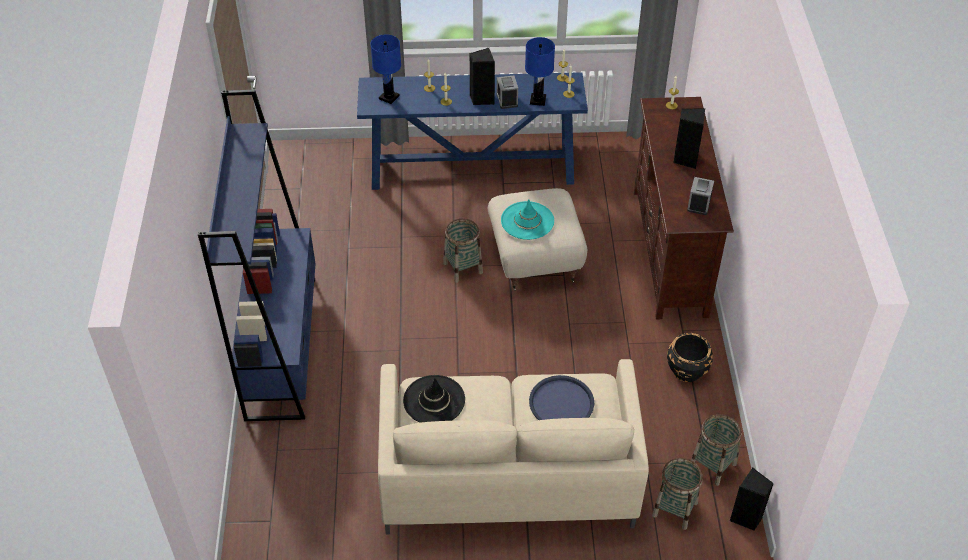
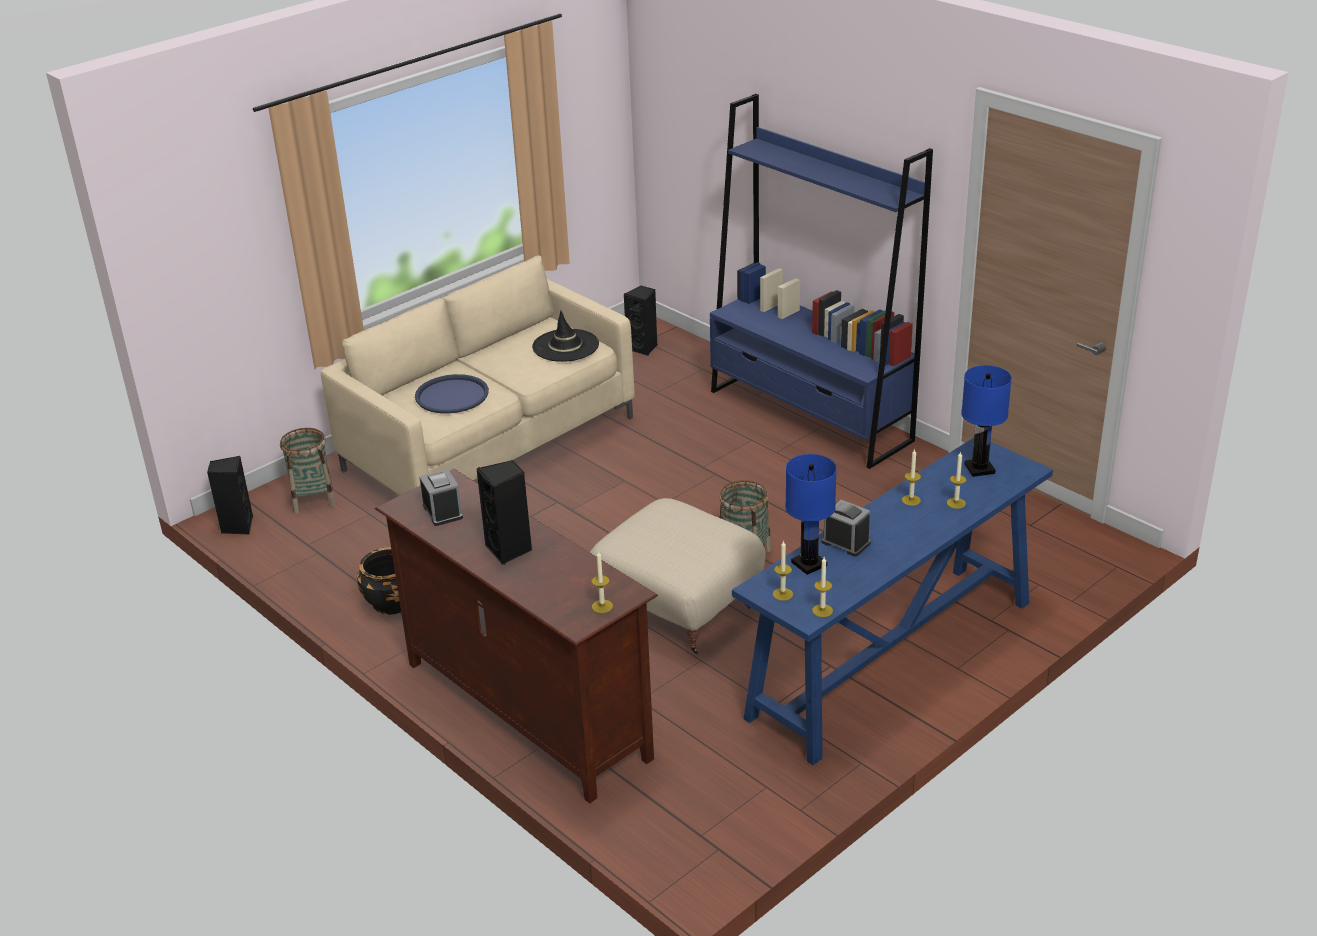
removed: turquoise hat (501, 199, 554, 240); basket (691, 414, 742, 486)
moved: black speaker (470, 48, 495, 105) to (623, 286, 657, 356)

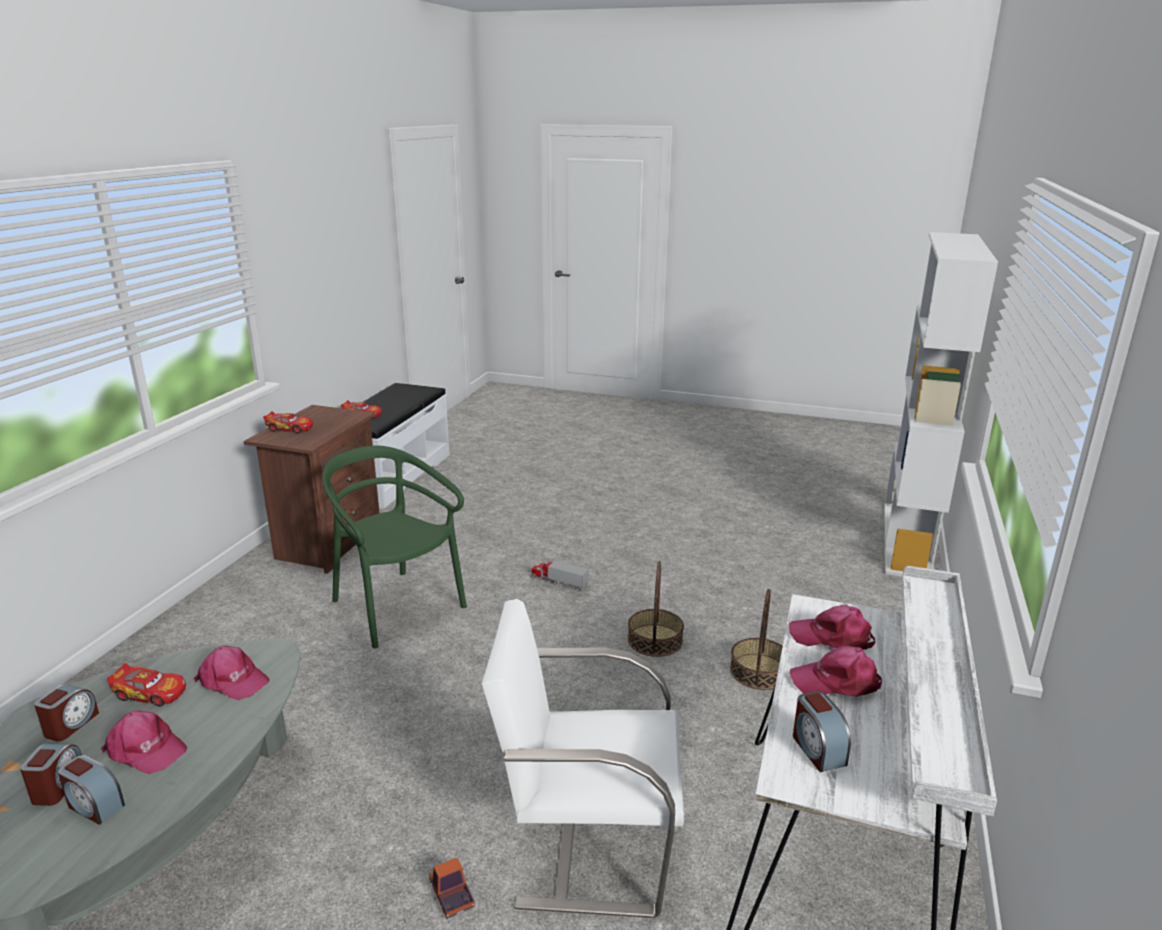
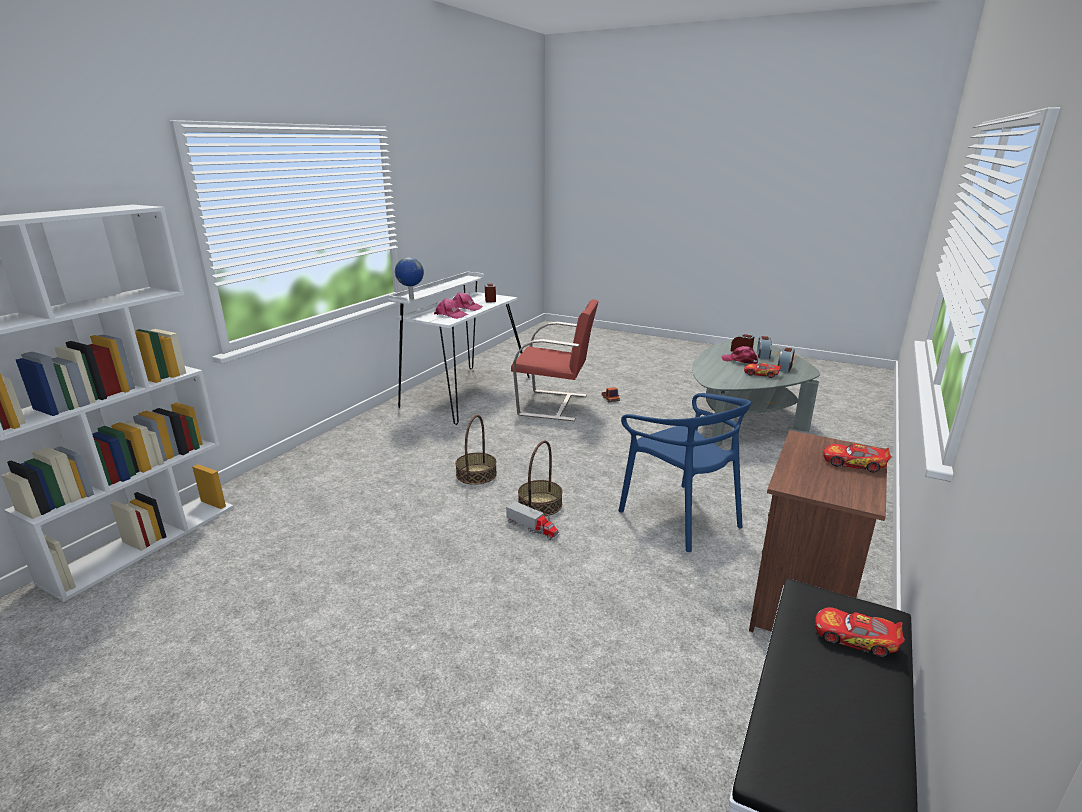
removed: pink cap (194, 645, 270, 700)
added: globe (395, 257, 424, 300)
moved: basket (730, 589, 782, 690) to (518, 441, 563, 516)
recoloured: green chair (322, 446, 467, 649) to blue chair (618, 393, 751, 552); white chair (482, 599, 684, 918) to red chair (511, 299, 599, 421)

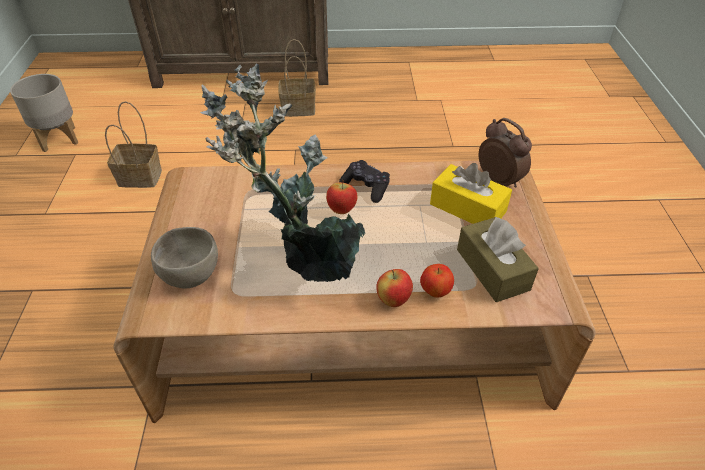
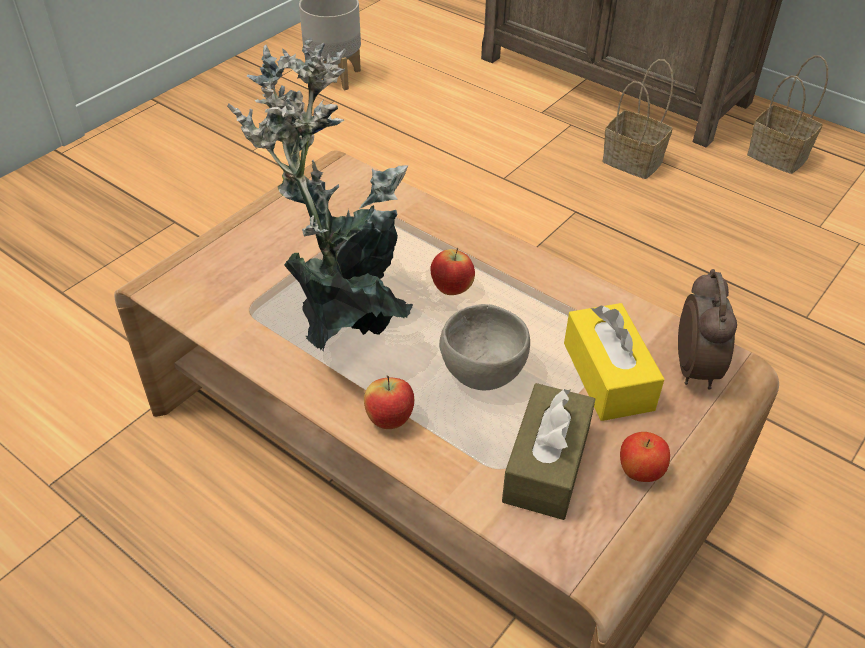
removed: black game controller (339, 160, 390, 203)
moved: basket (105, 101, 162, 188) to (747, 55, 828, 174); grey bowl (151, 227, 218, 289) to (439, 304, 530, 391); apple (420, 264, 454, 297) to (620, 432, 670, 482)

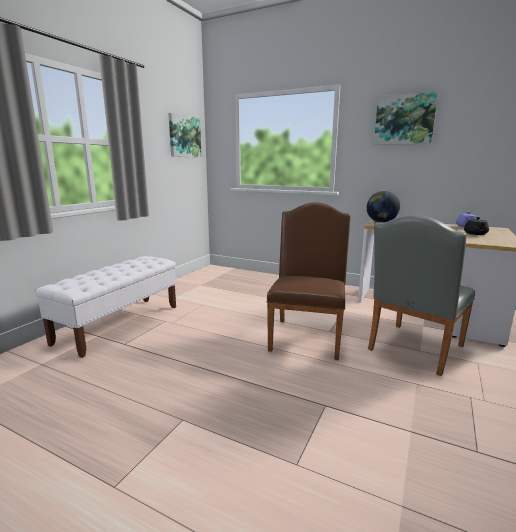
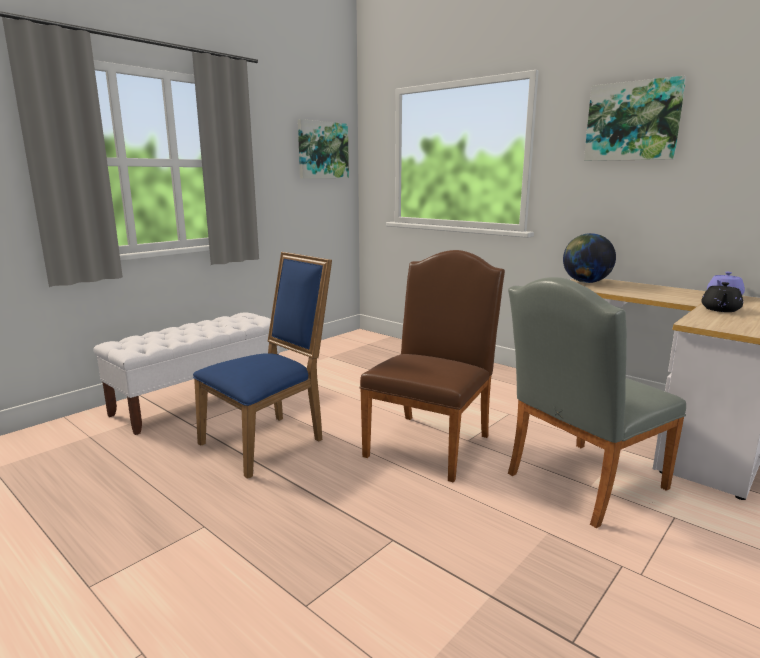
added: blue chair (193, 252, 332, 479)

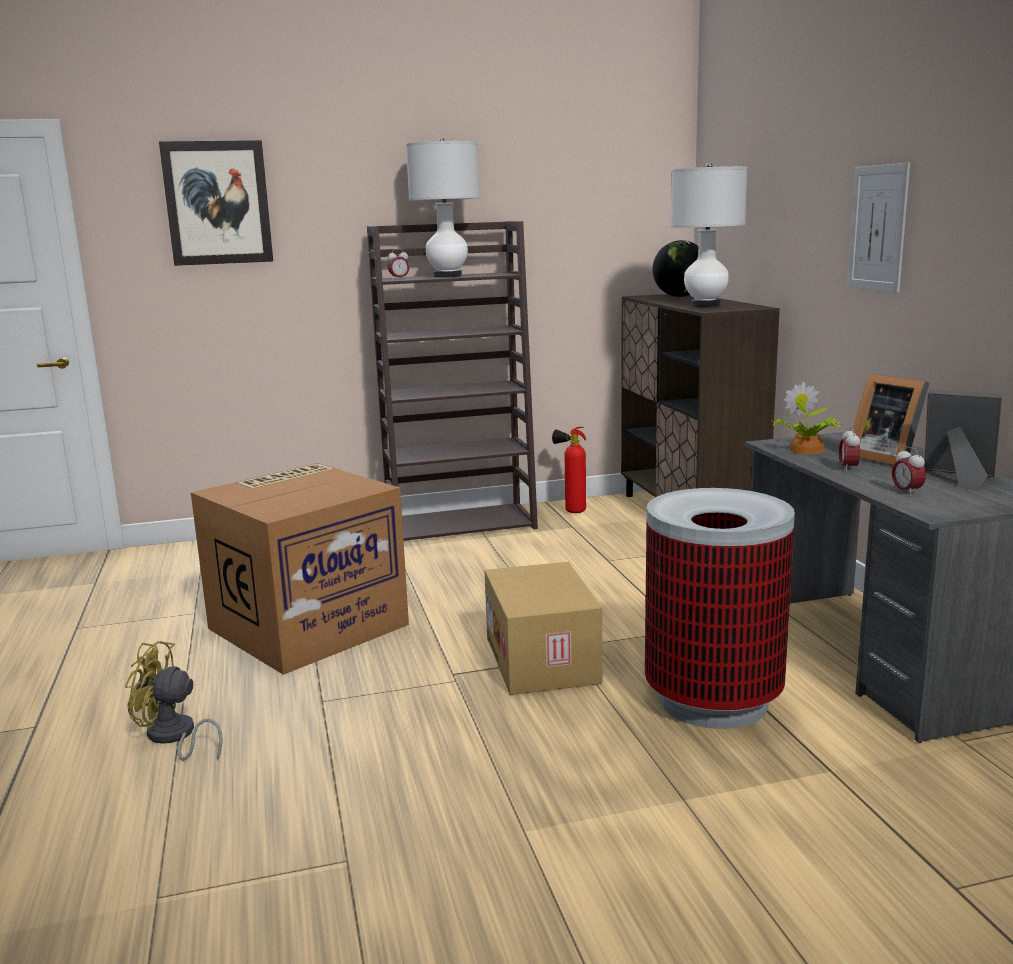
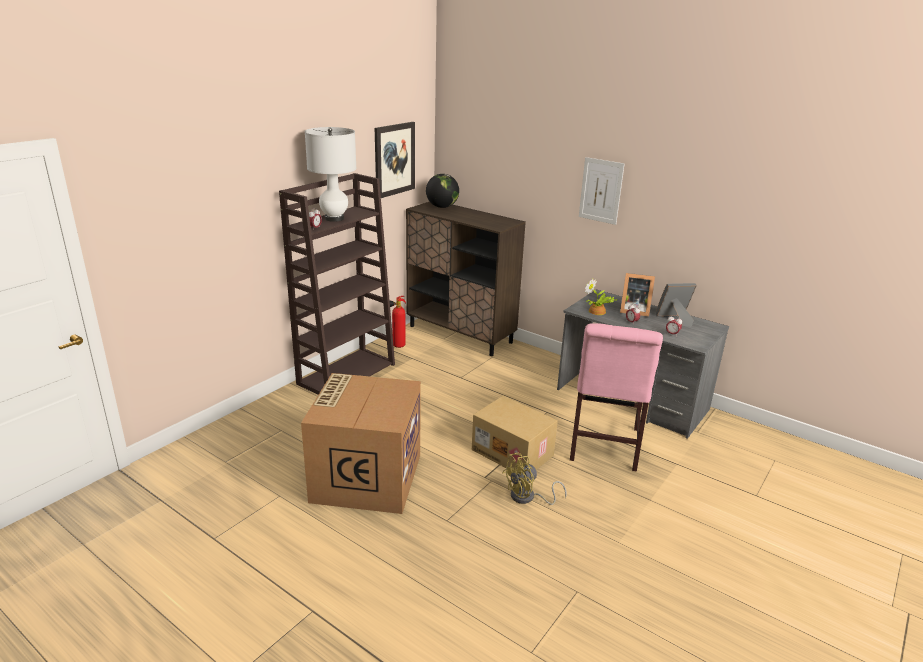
removed: white table lamp (670, 163, 747, 307)
moved: picture (159, 140, 273, 266) to (375, 122, 415, 198); yellow fan (125, 641, 223, 760) to (502, 453, 566, 505)
replaced: trash can (645, 488, 795, 729) to pink chair (570, 323, 663, 472)

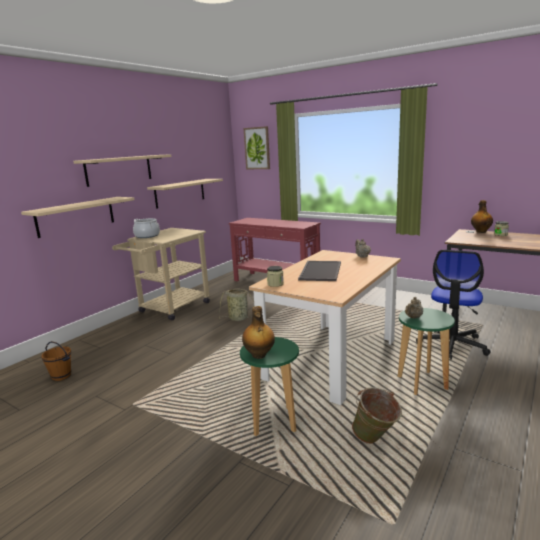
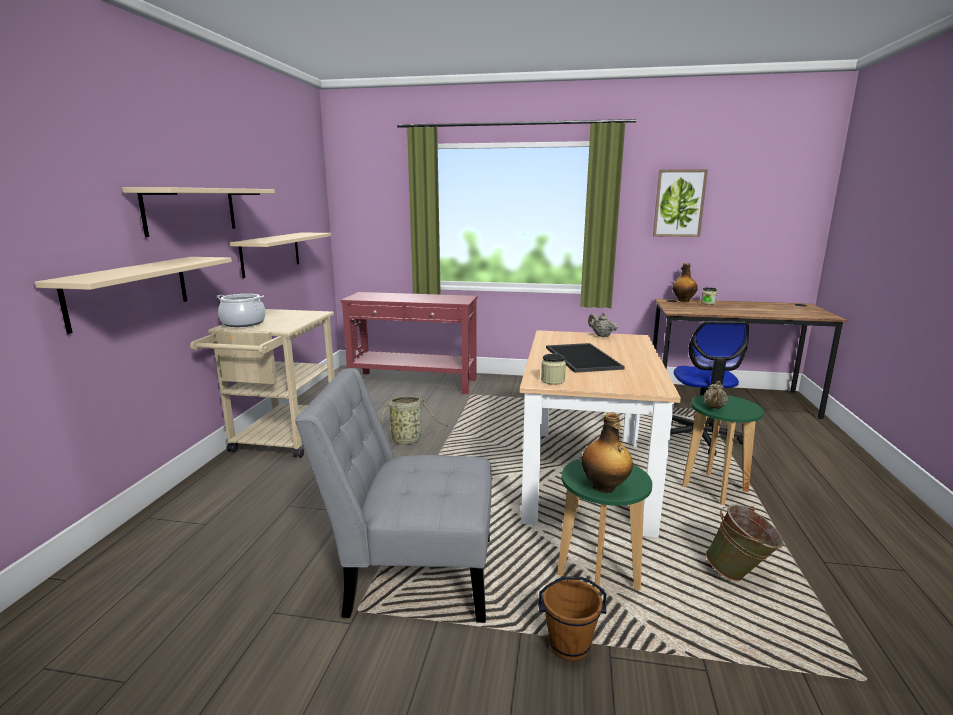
added: grey chair (295, 368, 492, 623)
moved: picture (244, 126, 270, 169) to (653, 169, 708, 237); brown bucket (41, 341, 71, 381) to (538, 576, 607, 661)

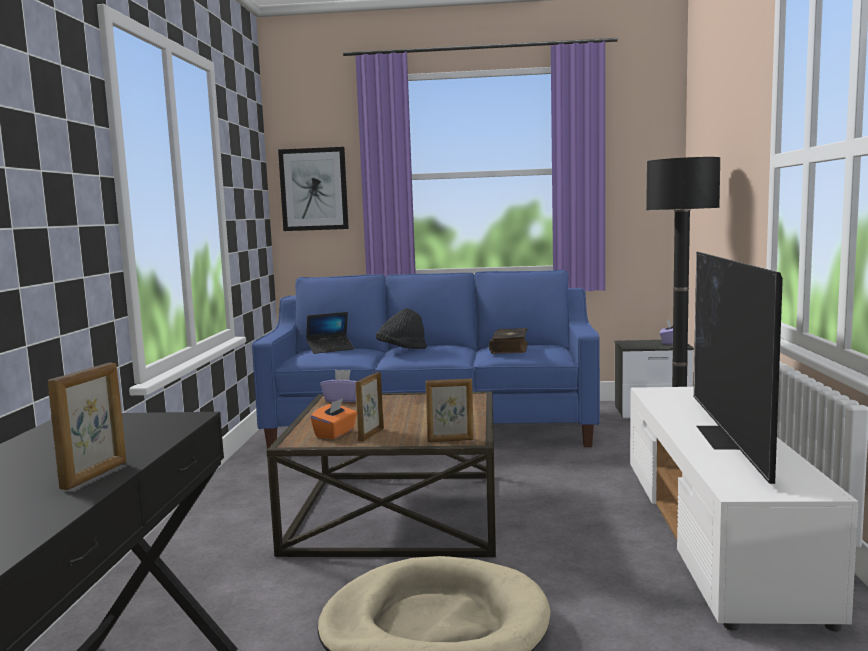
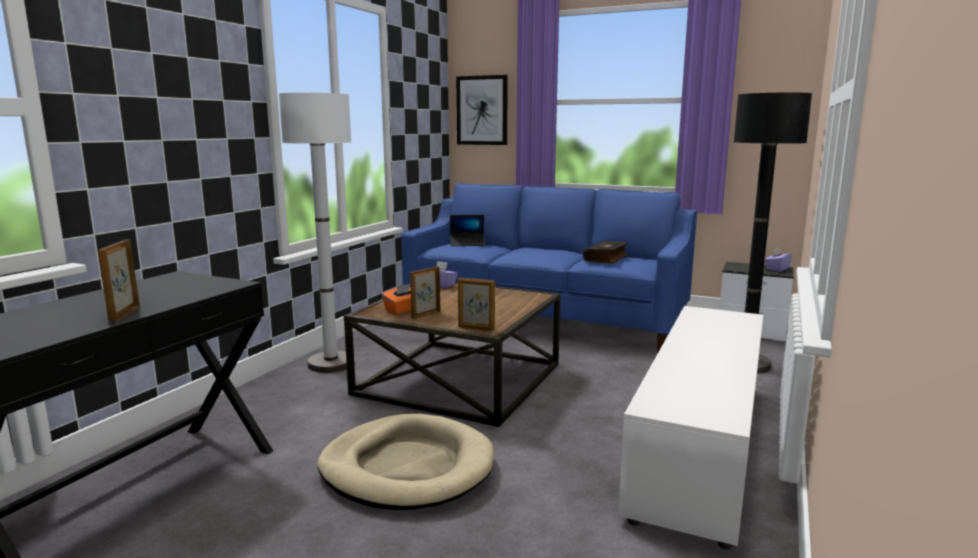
removed: television (694, 252, 783, 484); black hat (376, 309, 427, 349)
added: white floor lamp (279, 93, 355, 373)
turned: picture frame (48, 363, 126, 490) = (98, 240, 140, 322) 135 degrees clockwise

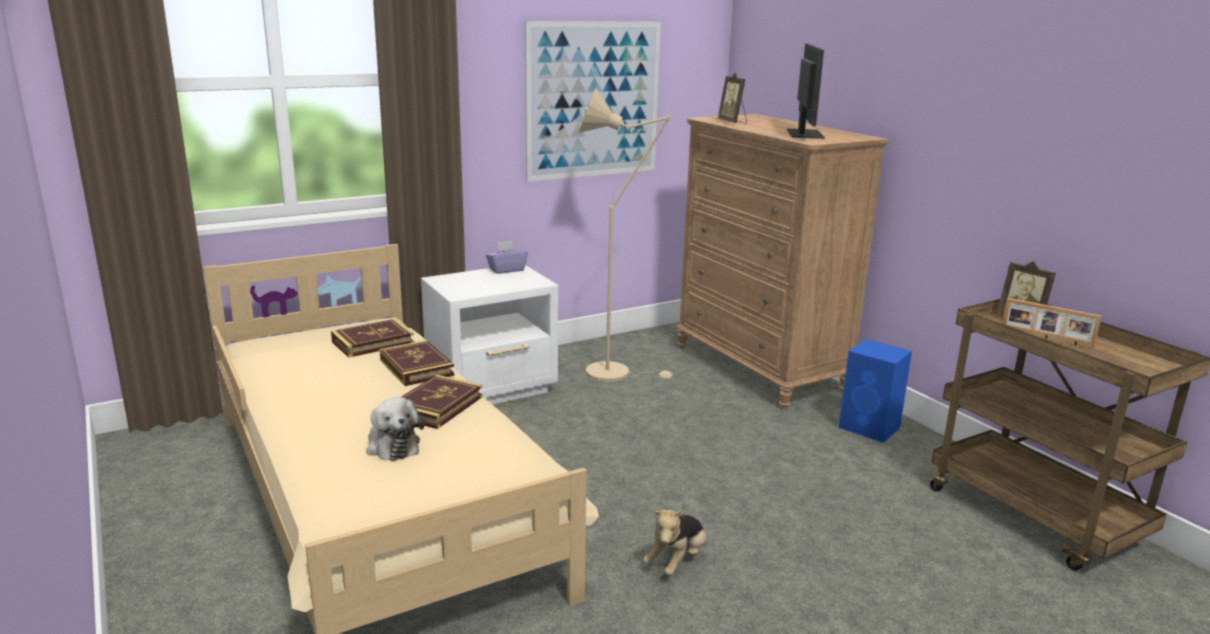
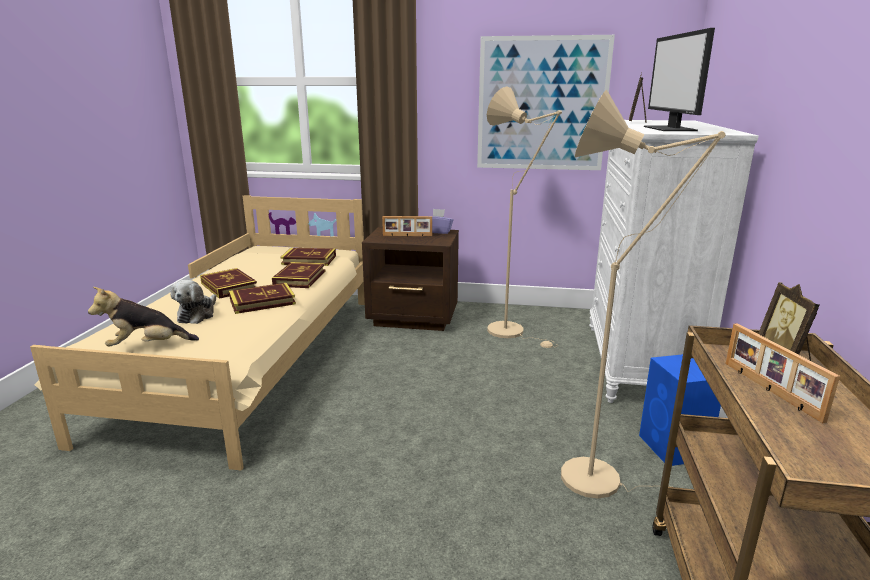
added: beige floor lamp (561, 90, 726, 499); picture frame (382, 216, 432, 236); book (200, 268, 257, 299)
moved: plush toy (643, 508, 707, 576) to (88, 287, 199, 347)
recoloured: brown dresser (677, 114, 889, 410) to white dresser (589, 120, 759, 403); white nightstand (421, 265, 558, 405) to brown nightstand (362, 227, 459, 331)
turned: monitor (787, 43, 825, 139) = (644, 28, 715, 131) 135 degrees clockwise

